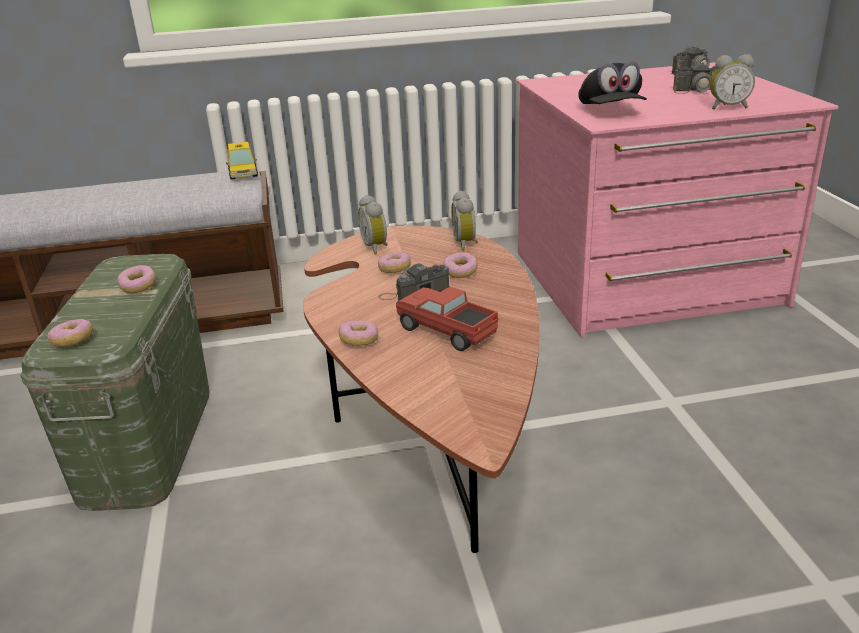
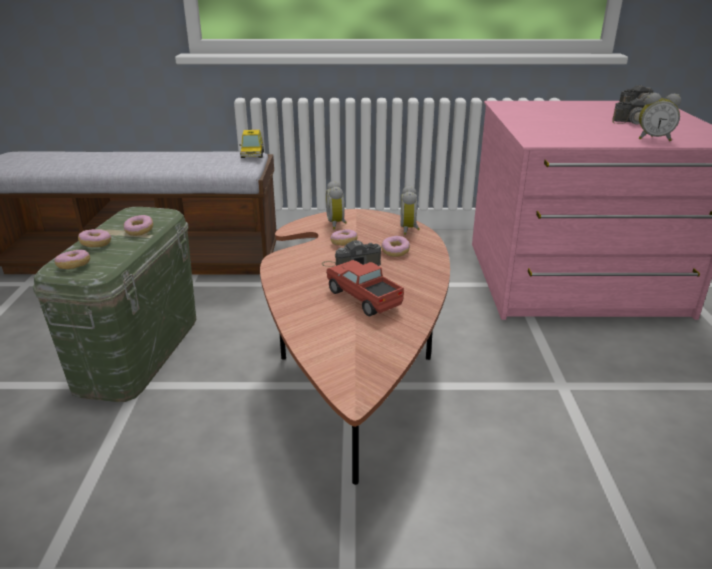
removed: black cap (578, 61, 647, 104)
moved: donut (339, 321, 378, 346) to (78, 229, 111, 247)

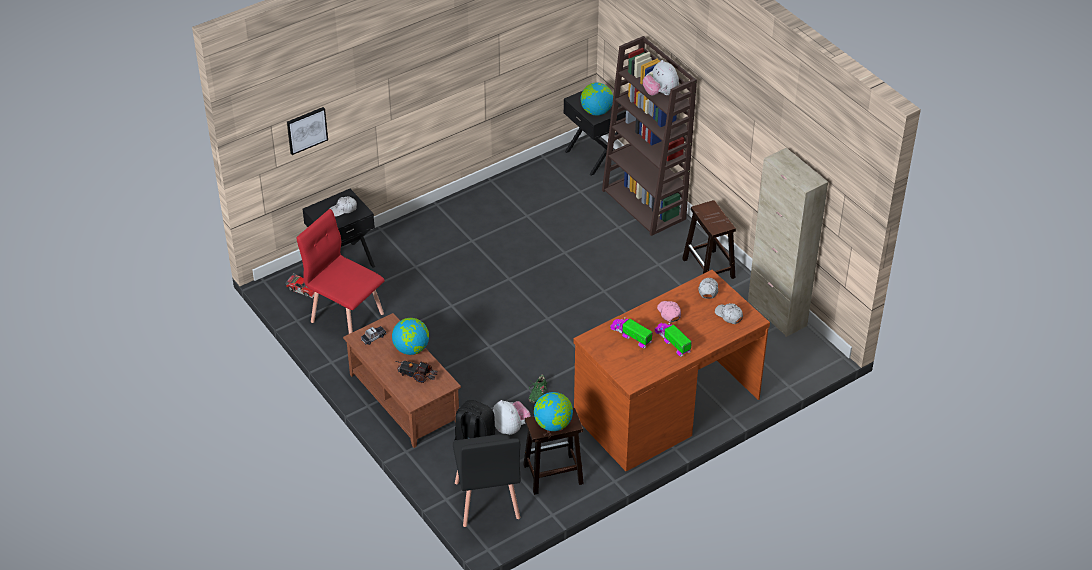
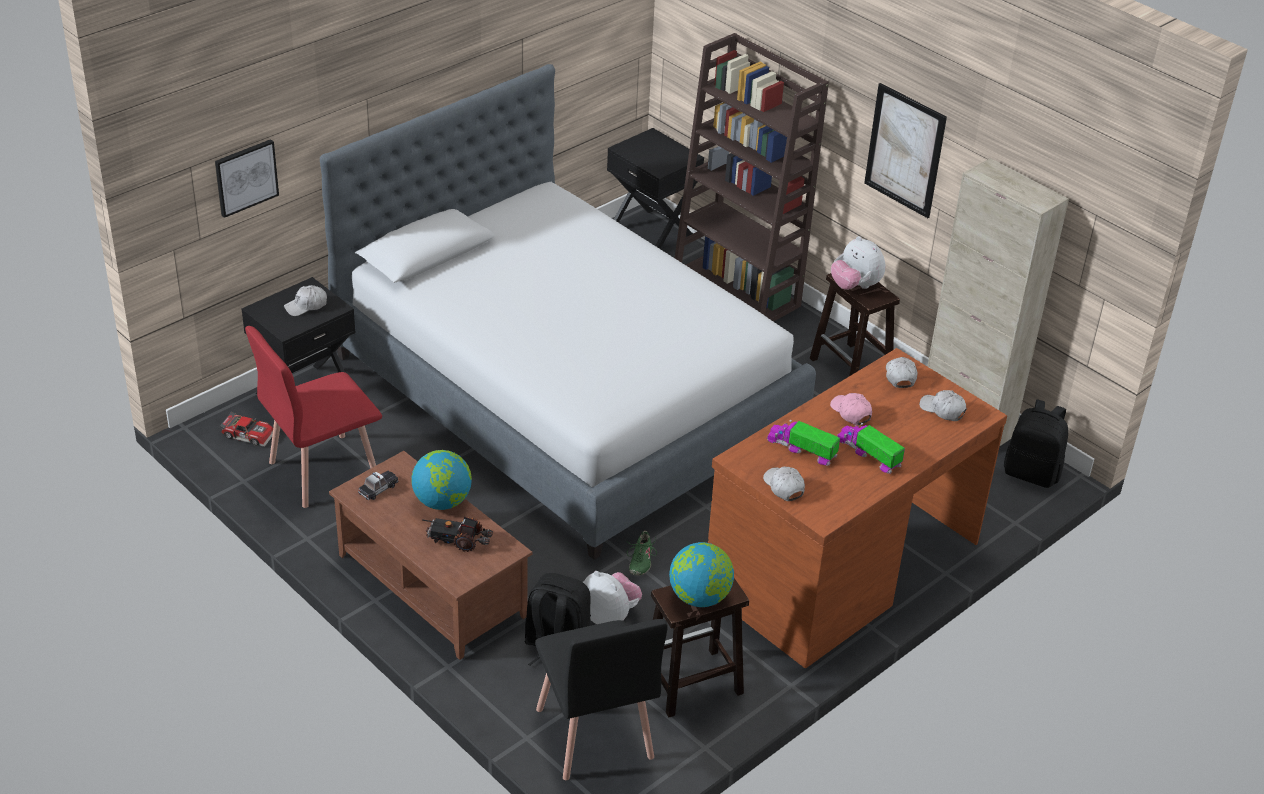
removed: globe (581, 83, 613, 115)
added: bed (320, 64, 816, 560); picture (864, 83, 947, 218); black backpack (1004, 399, 1068, 488); white cap (763, 467, 805, 501)
moved: plush toy (643, 60, 679, 95) to (831, 236, 886, 290)
turned: red chair (297, 209, 385, 334) = (245, 326, 382, 508) 60 degrees counterclockwise

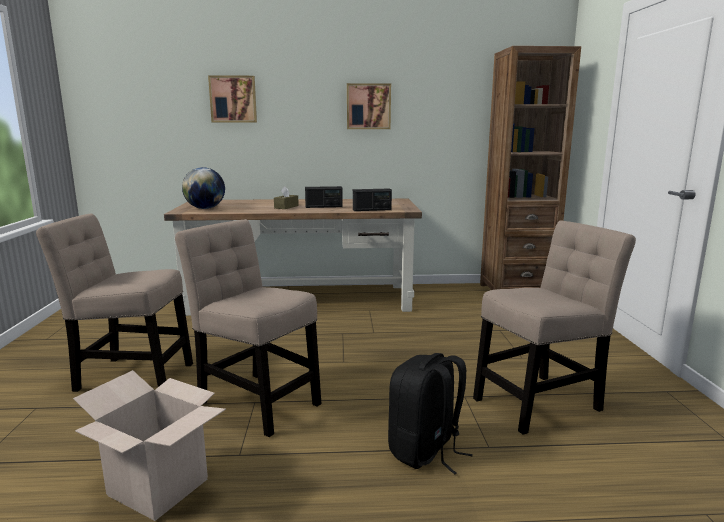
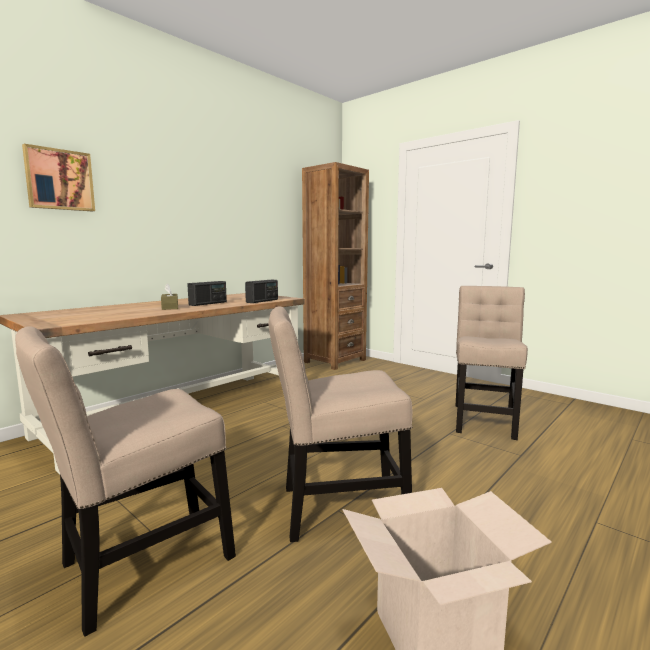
removed: picture (347, 83, 391, 129); globe (182, 167, 225, 209); black backpack (388, 353, 473, 475)

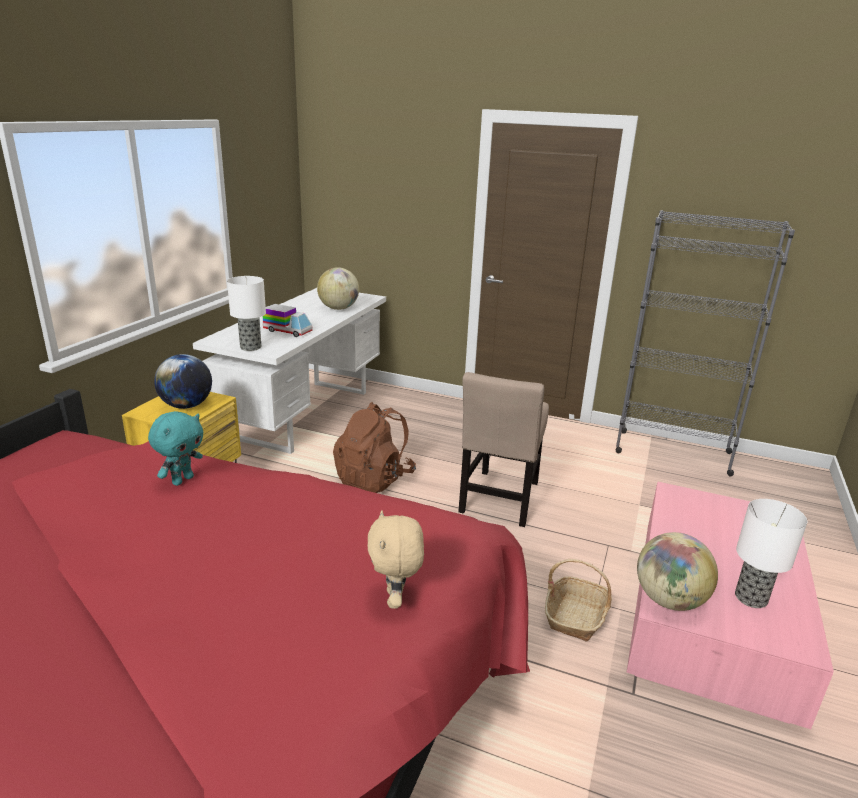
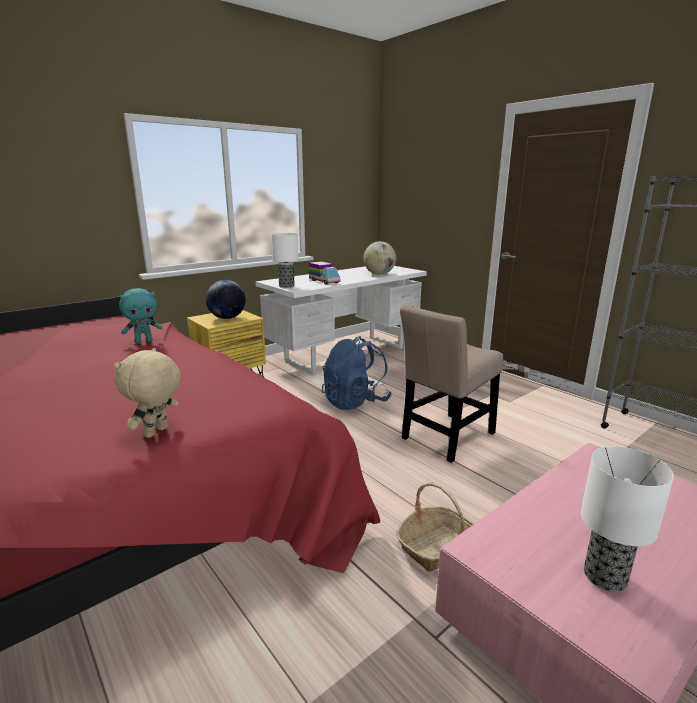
removed: globe (637, 532, 718, 611)
recoloured: brown backpack (333, 402, 416, 493) to blue backpack (322, 336, 391, 410)

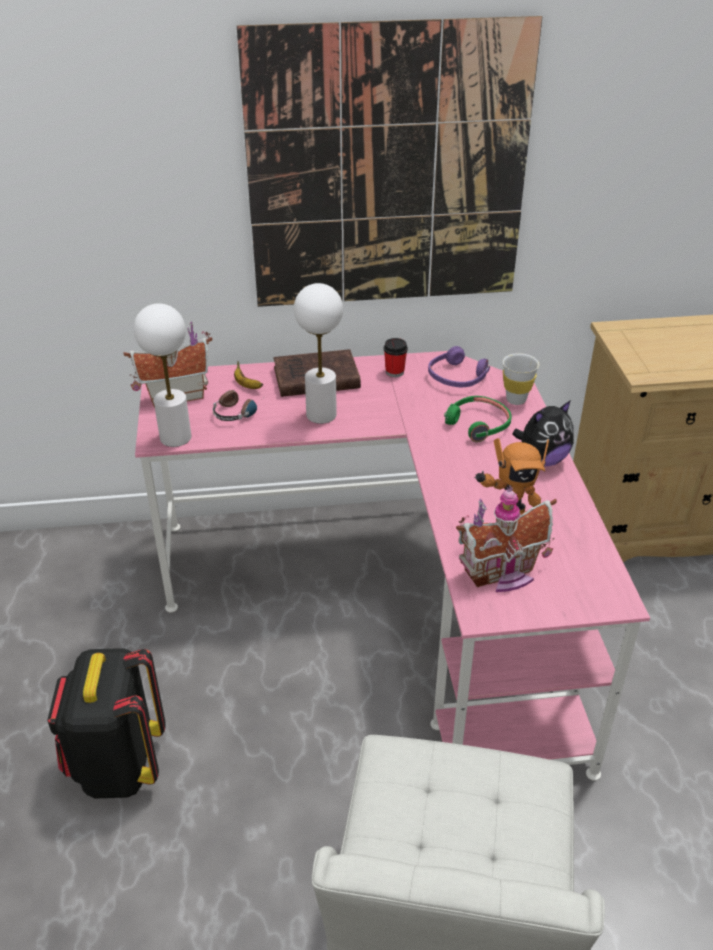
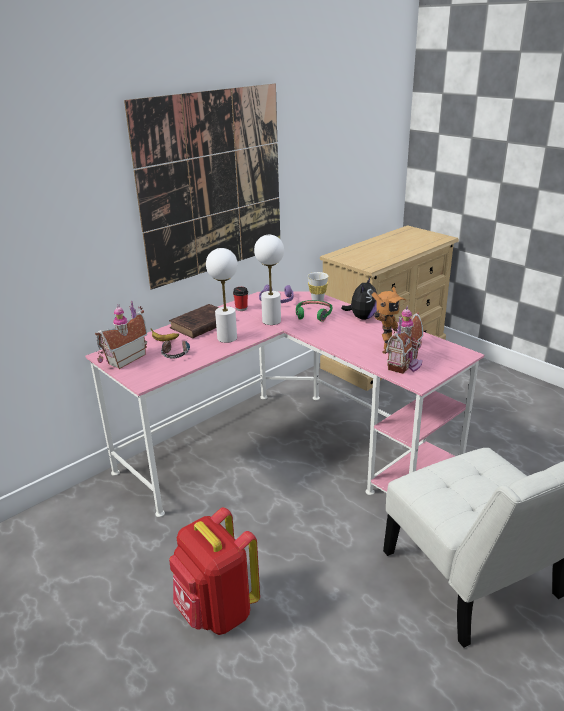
moved: white table lamp (134, 303, 191, 447) to (254, 235, 284, 325)
recoloured: black backpack (47, 648, 166, 799) to red backpack (169, 507, 260, 635)

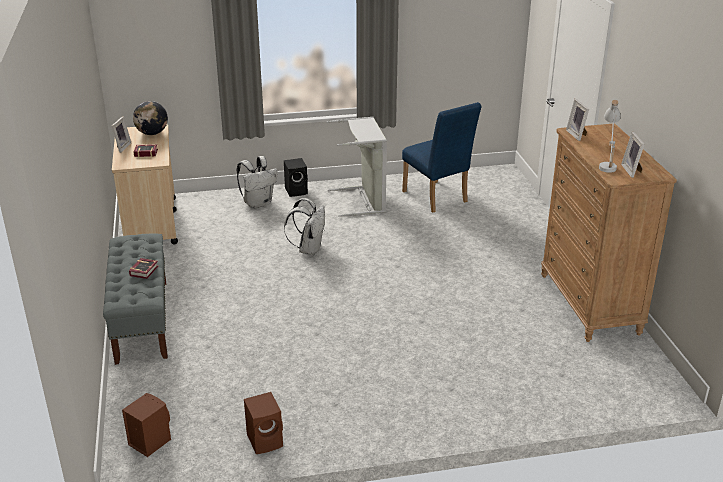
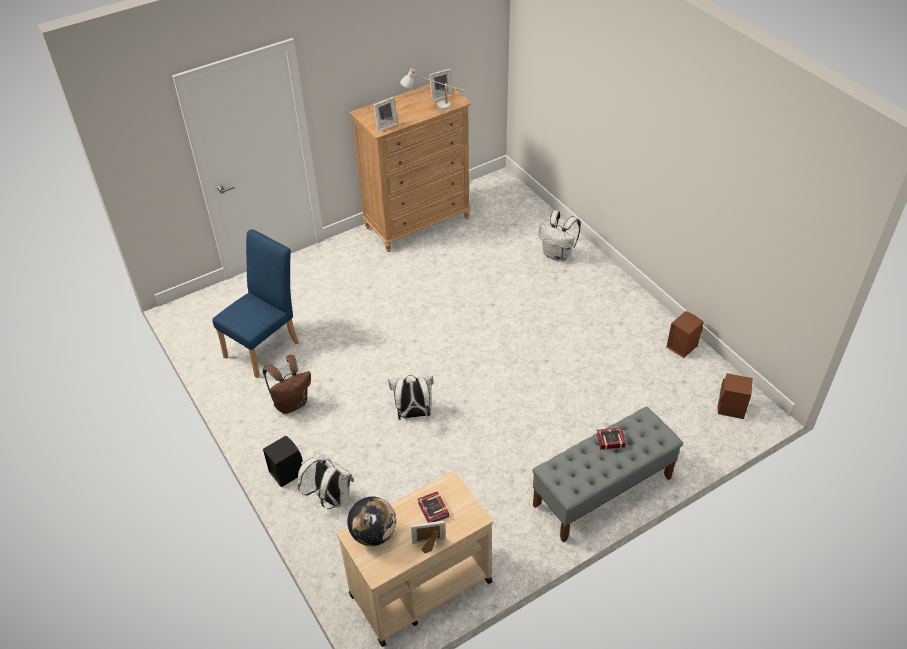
added: white backpack (538, 210, 581, 262)
replaced: grey laundry basket (326, 117, 387, 217) to brown backpack (263, 355, 311, 414)

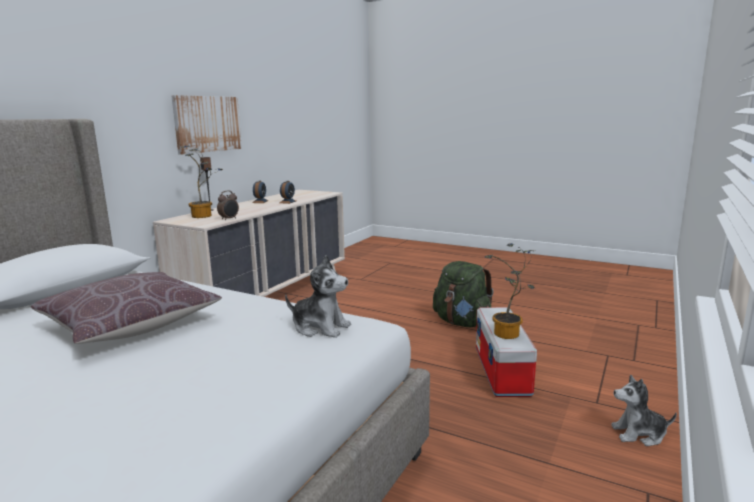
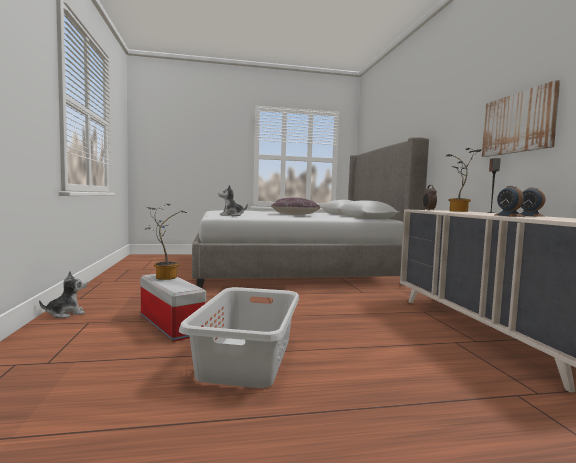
replaced: green backpack (433, 261, 494, 327) to grey laundry basket (179, 287, 299, 388)

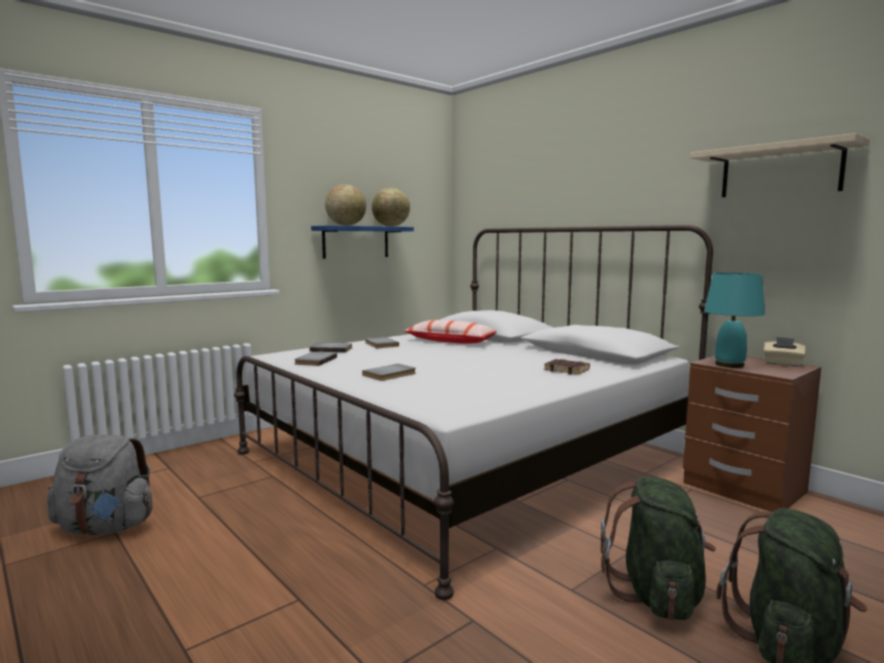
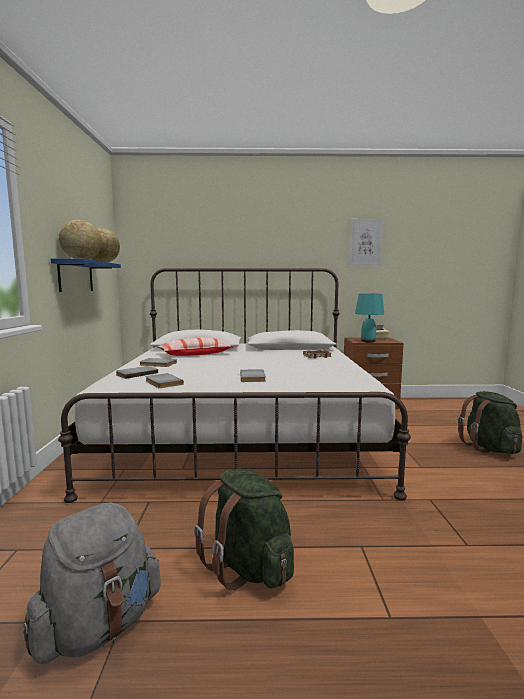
moved: green backpack (601, 477, 716, 620) to (194, 469, 294, 591)
replaced: beige shelf (690, 133, 870, 197) to picture (350, 219, 383, 265)

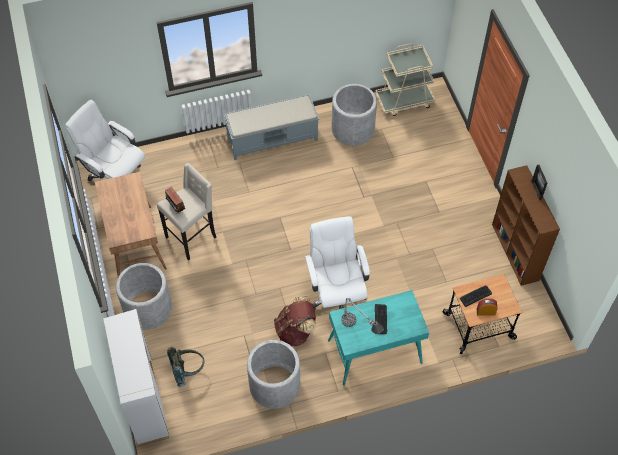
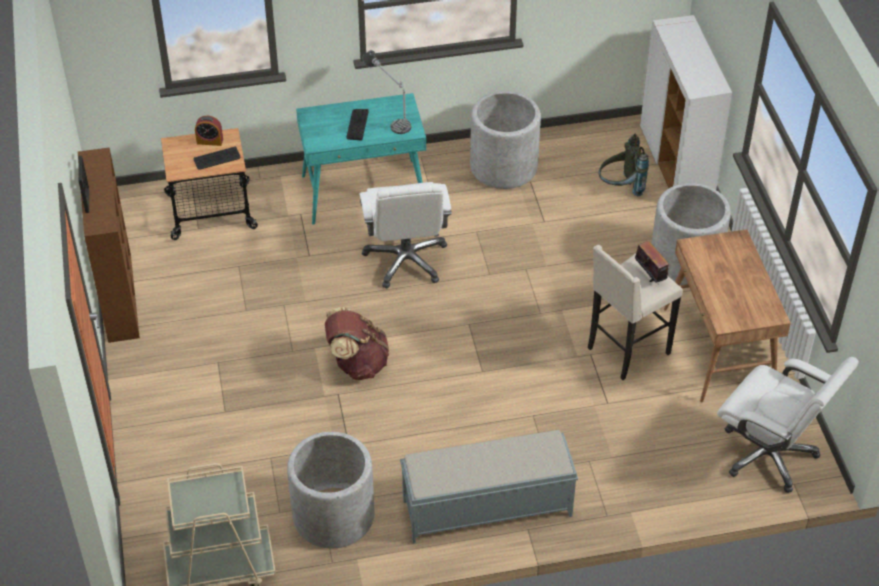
moved: brown backpack (274, 296, 316, 346) to (325, 307, 389, 380)

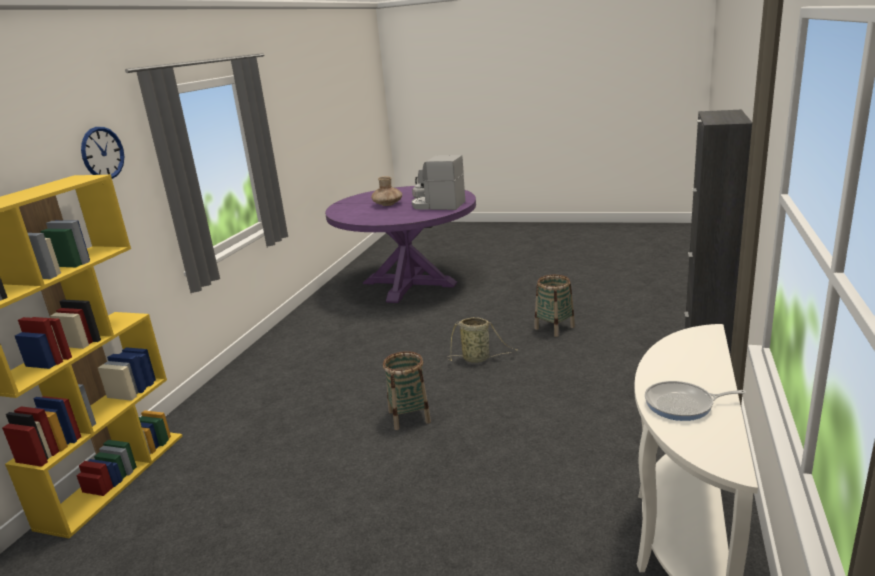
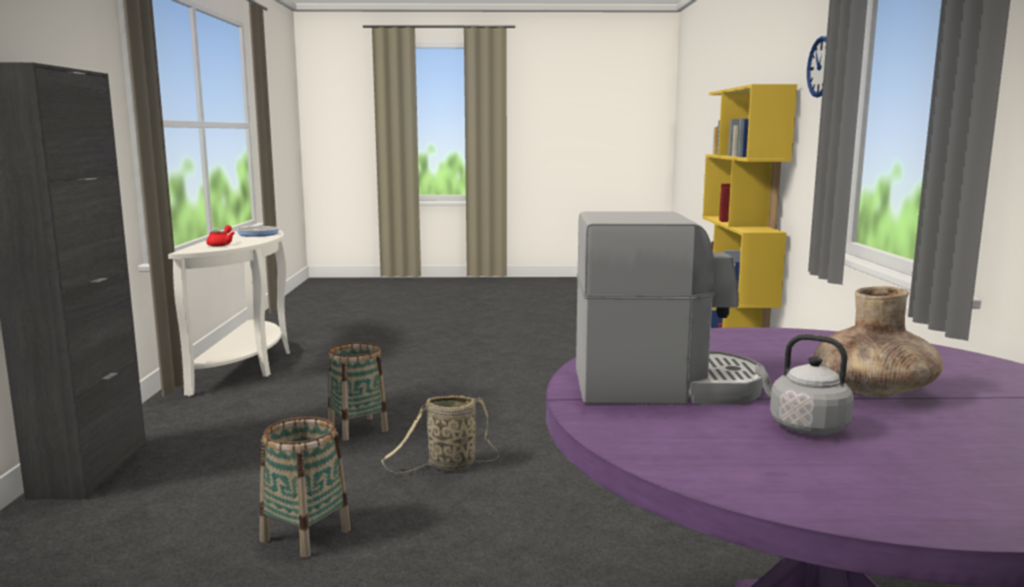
added: red teapot (206, 225, 235, 246)
moved: basket (383, 351, 431, 430) to (328, 342, 388, 441)

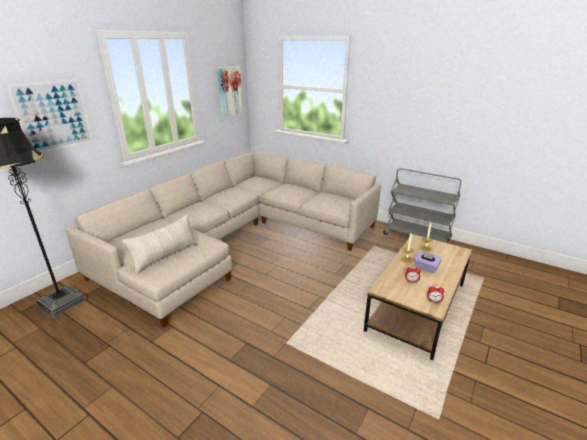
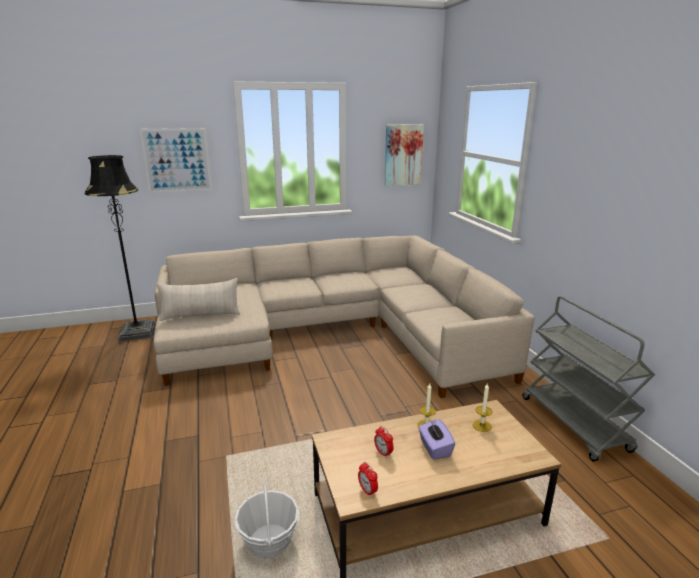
added: basket (235, 483, 300, 559)

